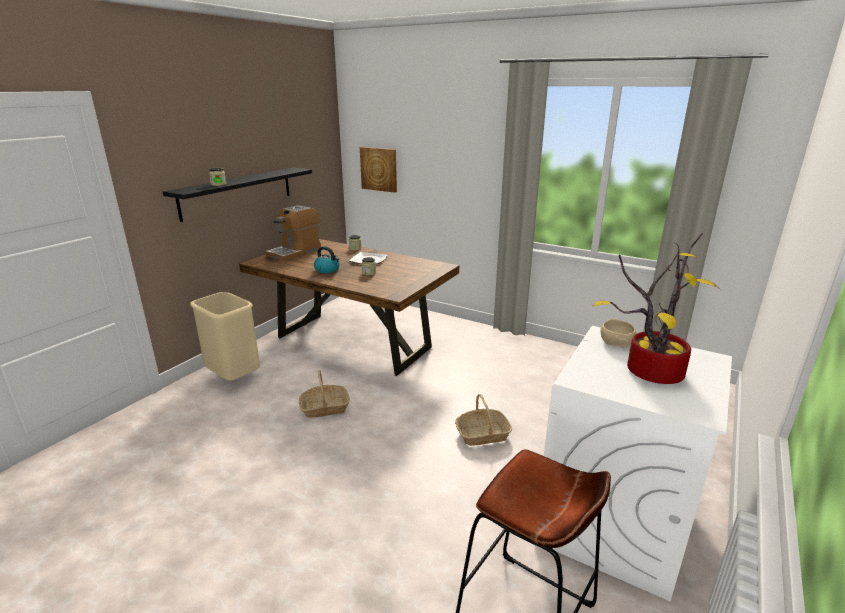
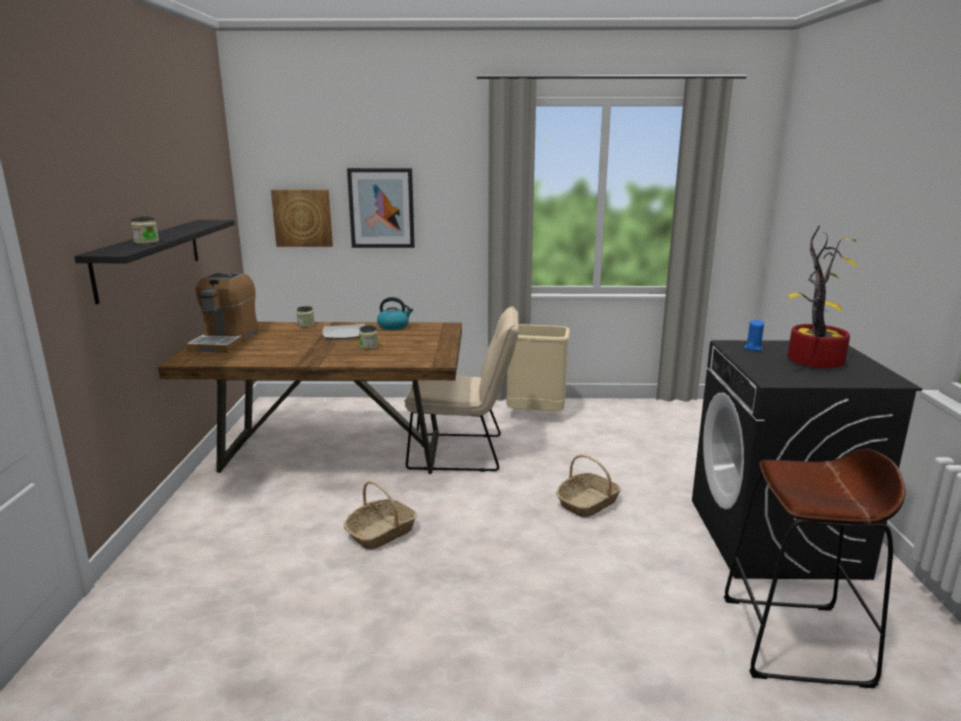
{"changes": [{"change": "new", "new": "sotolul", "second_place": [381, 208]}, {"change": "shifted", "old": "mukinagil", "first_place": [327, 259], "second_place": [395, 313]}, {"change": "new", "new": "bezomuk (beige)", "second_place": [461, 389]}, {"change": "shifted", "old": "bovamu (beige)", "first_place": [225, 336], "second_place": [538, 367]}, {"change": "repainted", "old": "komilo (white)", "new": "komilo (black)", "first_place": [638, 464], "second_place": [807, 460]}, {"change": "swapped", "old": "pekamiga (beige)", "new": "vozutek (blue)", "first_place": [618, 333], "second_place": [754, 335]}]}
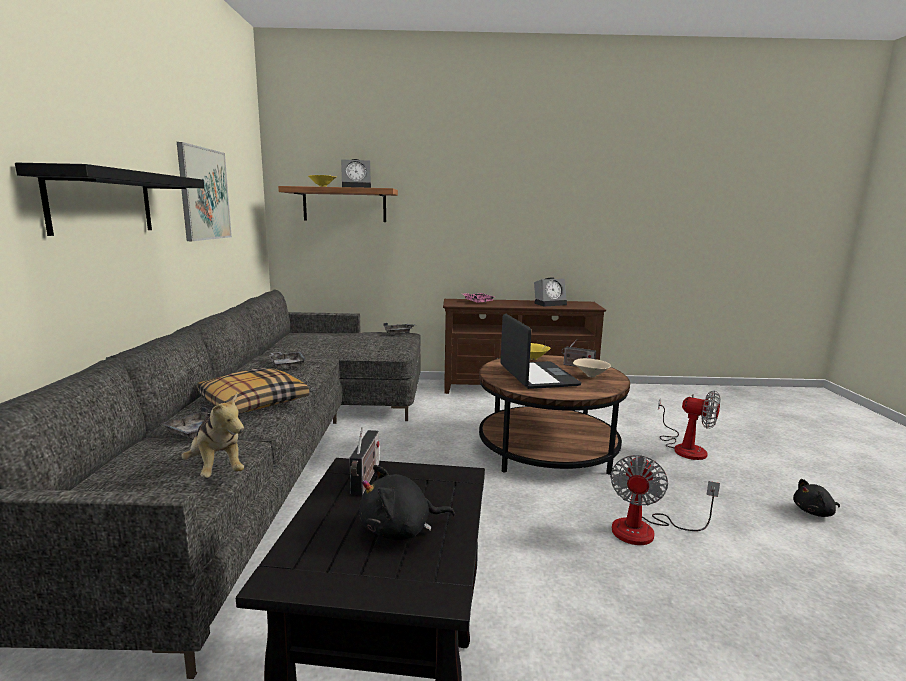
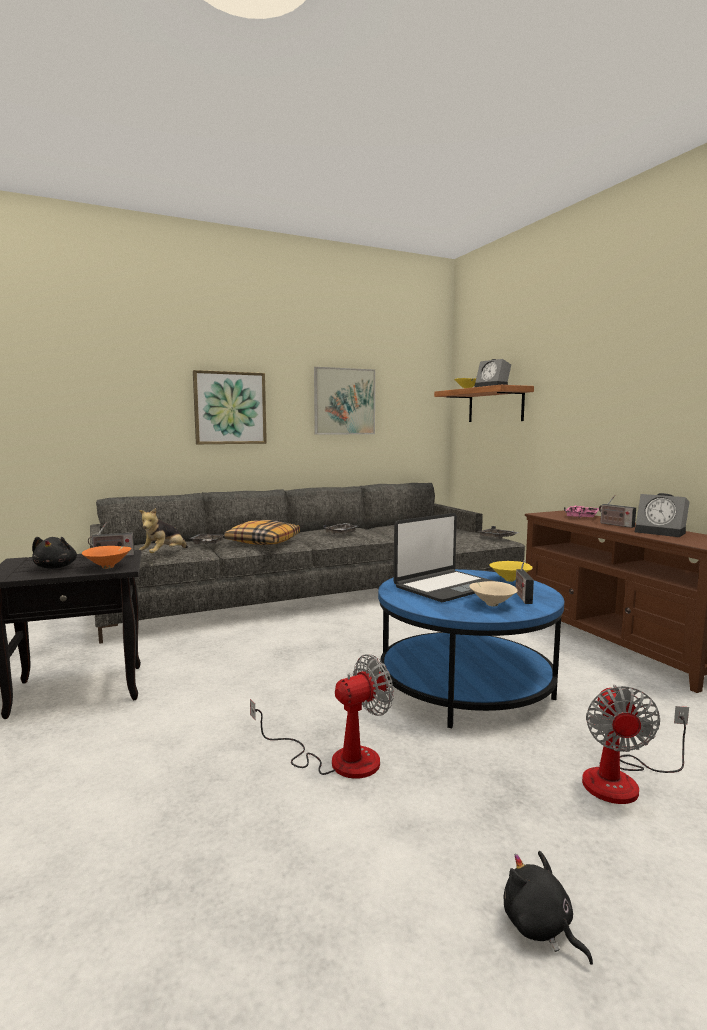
{"changes": [{"change": "rotated", "old": "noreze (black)", "first_place": [407, 502], "second_place": [54, 553], "degrees": -150}, {"change": "new", "new": "pekamiga (orange)", "second_place": [107, 557]}, {"change": "swapped", "old": "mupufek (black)", "new": "sotolul", "first_place": [109, 199], "second_place": [230, 407]}, {"change": "rotated", "old": "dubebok", "first_place": [665, 500], "second_place": [322, 716], "degrees": 150}, {"change": "repainted", "old": "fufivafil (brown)", "new": "fufivafil (blue)", "first_place": [554, 415], "second_place": [471, 648]}, {"change": "new", "new": "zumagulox", "second_place": [617, 511]}]}
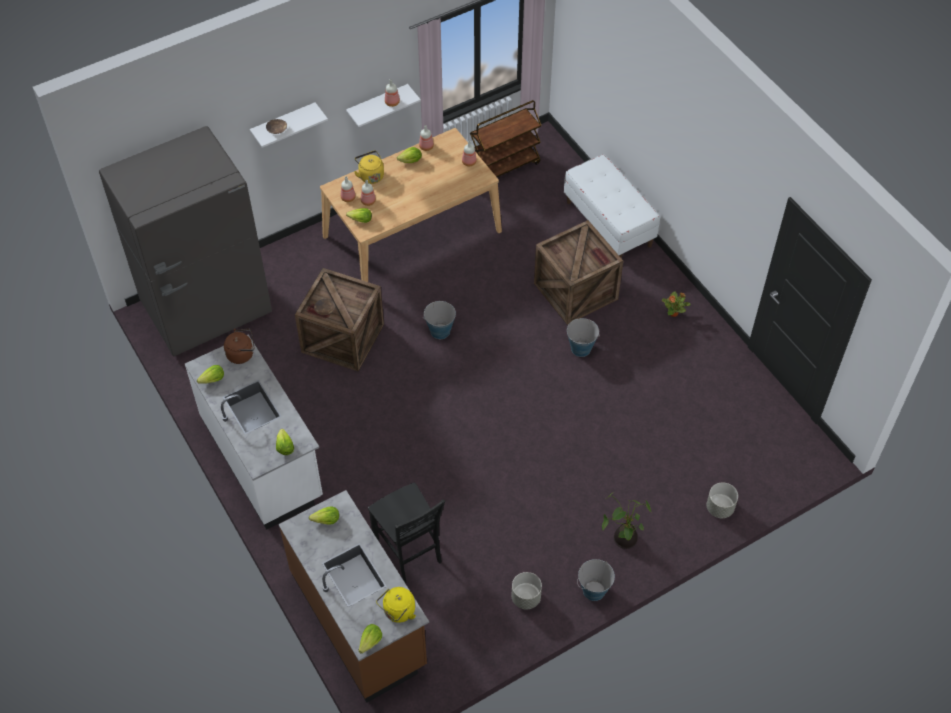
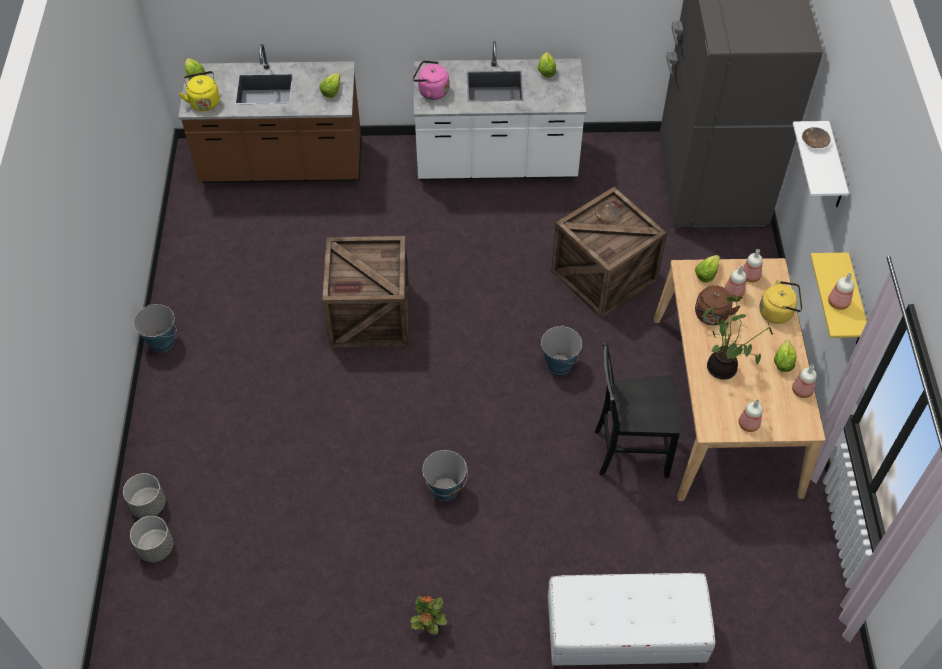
{"changes": [{"change": "shifted", "old": "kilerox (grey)", "first_place": [527, 591], "second_place": [151, 539]}, {"change": "shifted", "old": "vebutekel", "first_place": [578, 272], "second_place": [365, 291]}, {"change": "swapped", "old": "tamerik", "new": "mukinagil (pink)", "first_place": [285, 442], "second_place": [431, 80]}, {"change": "shifted", "old": "bezomuk (black)", "first_place": [406, 533], "second_place": [637, 410]}, {"change": "shifted", "old": "mukinagil (brown)", "first_place": [239, 346], "second_place": [717, 305]}, {"change": "shifted", "old": "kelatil", "first_place": [627, 521], "second_place": [737, 337]}, {"change": "repainted", "old": "mupufek (white)", "new": "mupufek (yellow)", "first_place": [383, 105], "second_place": [838, 299]}, {"change": "gone", "old": "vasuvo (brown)", "first_place": [506, 138]}]}
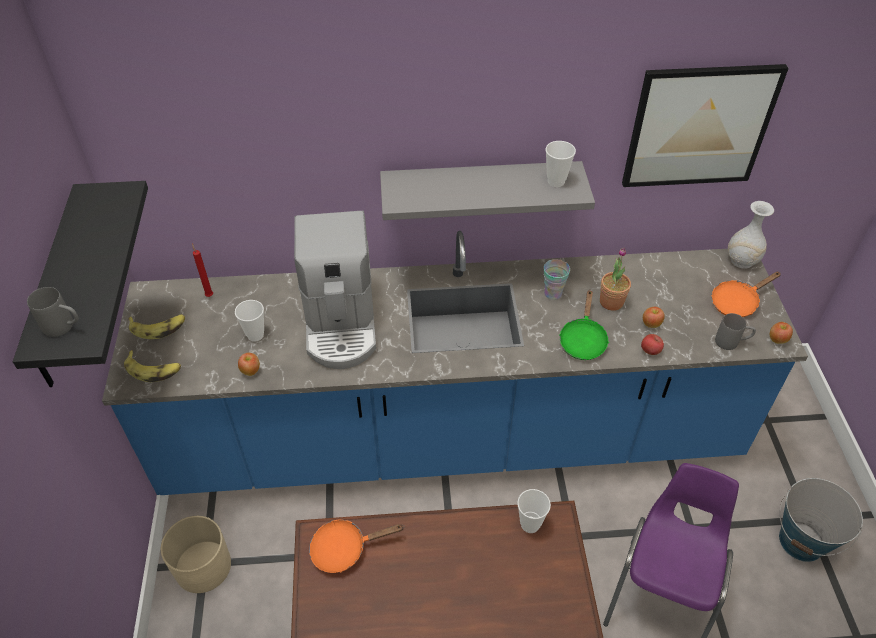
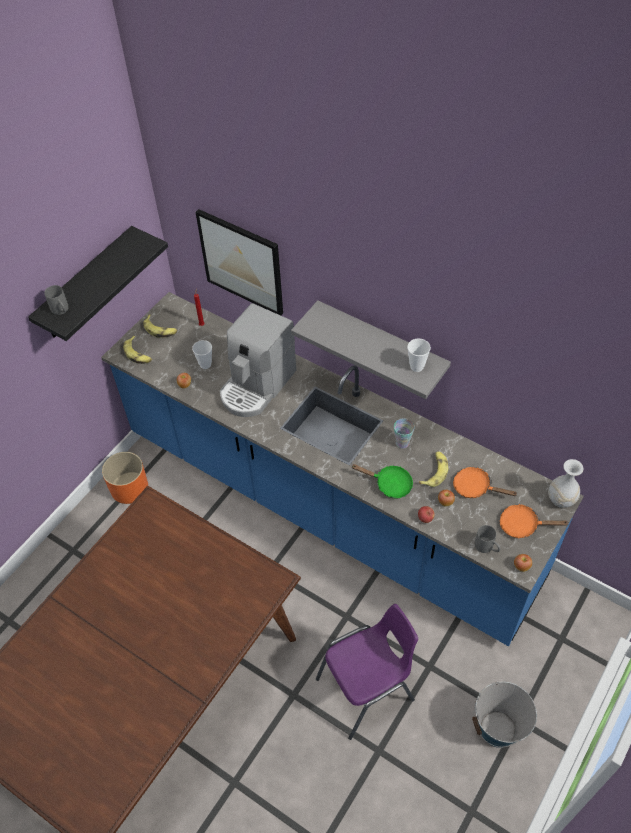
{"changes": [{"change": "repainted", "old": "kilerox (beige)", "new": "kilerox (orange)", "first_place": [196, 554], "second_place": [125, 478]}, {"change": "shifted", "old": "sotolul", "first_place": [705, 125], "second_place": [239, 262]}, {"change": "rotated", "old": "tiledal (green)", "first_place": [584, 325], "second_place": [382, 481], "degrees": -120}, {"change": "swapped", "old": "kelatil", "new": "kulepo", "first_place": [615, 279], "second_place": [433, 469]}, {"change": "shifted", "old": "tiledal (orange)", "first_place": [357, 546], "second_place": [485, 482]}, {"change": "gone", "old": "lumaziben", "first_place": [534, 511]}]}
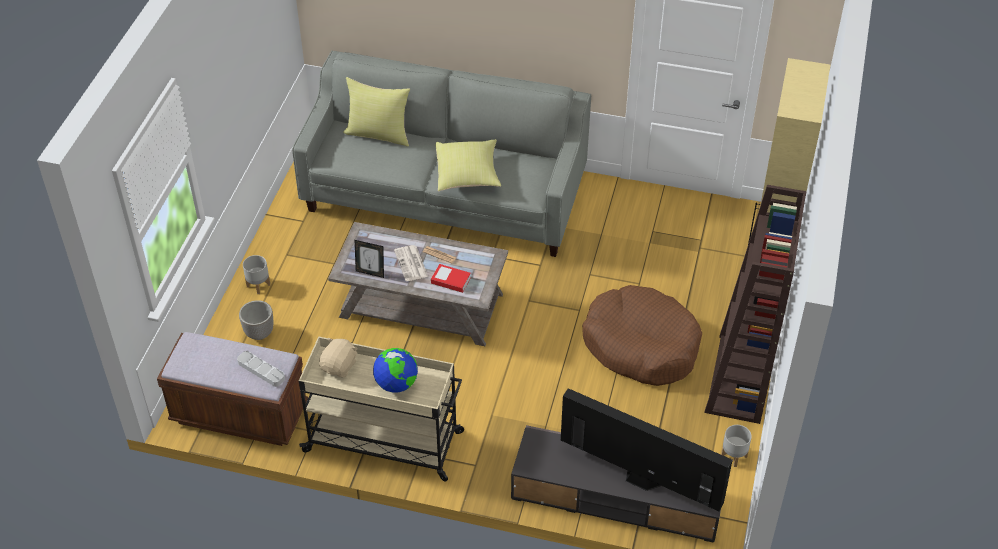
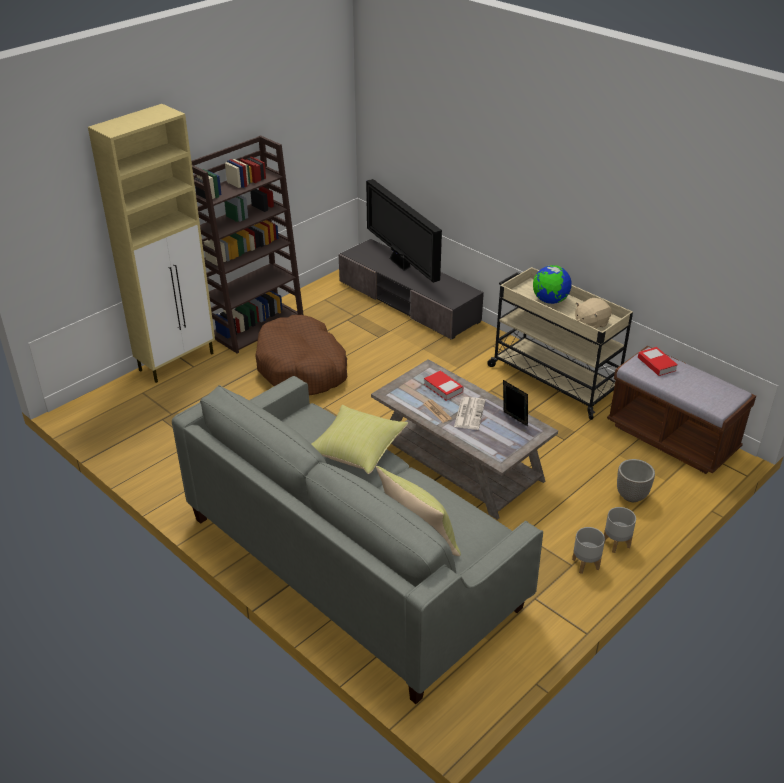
{"changes": [{"change": "shifted", "old": "kilerox (grey)", "first_place": [736, 446], "second_place": [588, 550]}, {"change": "swapped", "old": "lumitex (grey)", "new": "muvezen", "first_place": [261, 369], "second_place": [658, 361]}]}
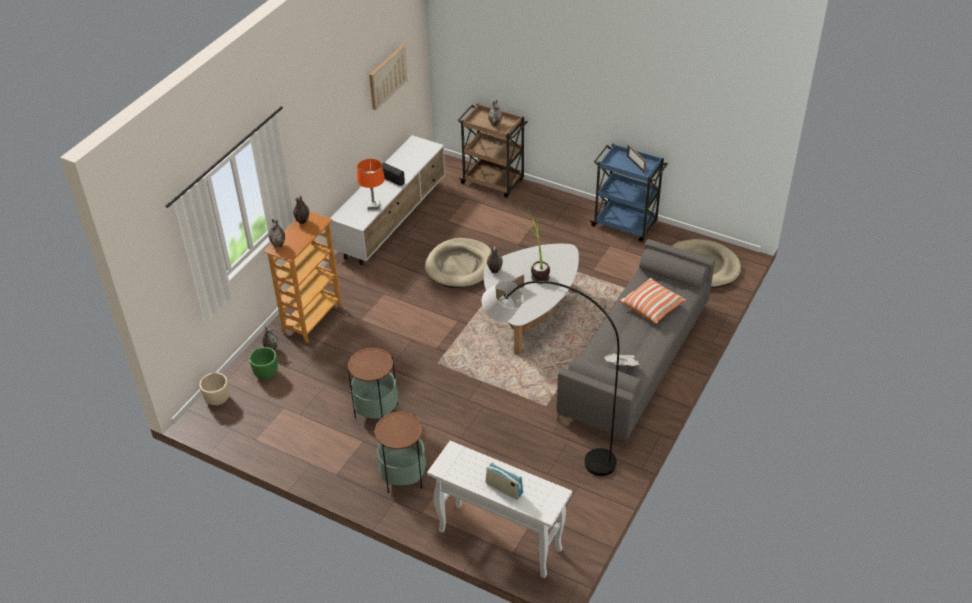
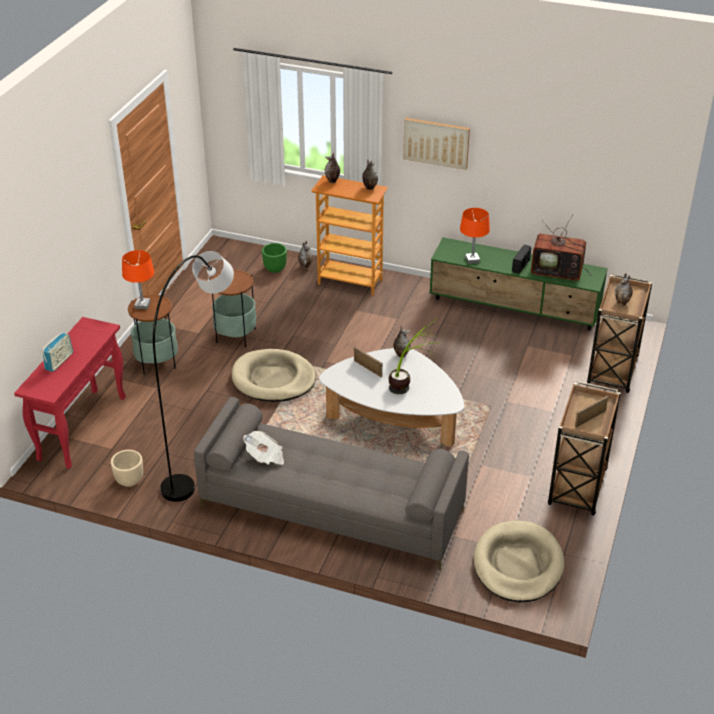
{"changes": [{"change": "repainted", "old": "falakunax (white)", "new": "falakunax (red)", "first_place": [499, 509], "second_place": [70, 393]}, {"change": "shifted", "old": "kilerox (beige)", "first_place": [214, 389], "second_place": [127, 468]}, {"change": "new", "new": "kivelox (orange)", "second_place": [138, 279]}, {"change": "shifted", "old": "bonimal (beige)", "first_place": [458, 263], "second_place": [274, 375]}, {"change": "shifted", "old": "sotolul", "first_place": [388, 77], "second_place": [436, 144]}, {"change": "repainted", "old": "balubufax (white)", "new": "balubufax (green)", "first_place": [388, 200], "second_place": [518, 284]}, {"change": "new", "new": "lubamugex", "second_place": [561, 247]}, {"change": "repainted", "old": "vasuvo (blue)", "new": "vasuvo (brown)", "first_place": [629, 193], "second_place": [584, 448]}, {"change": "gone", "old": "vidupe", "first_place": [652, 300]}]}
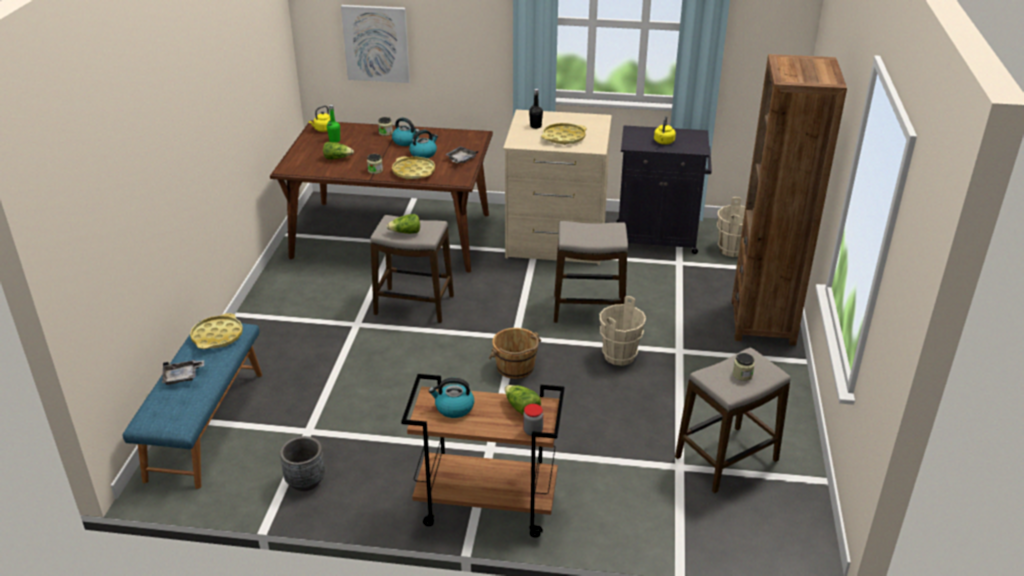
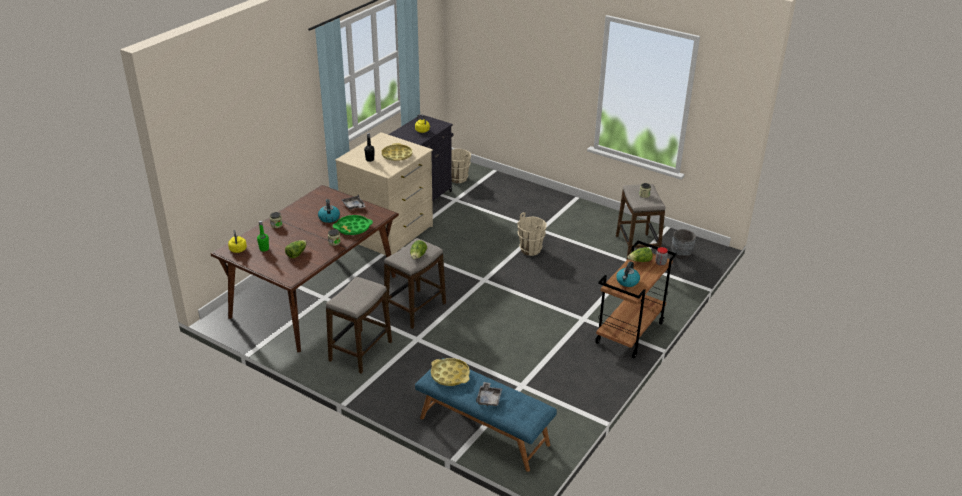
{"changes": [{"change": "shifted", "old": "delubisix", "first_place": [591, 272], "second_place": [359, 325]}, {"change": "repainted", "old": "lumitex (yellow)", "new": "lumitex (green)", "first_place": [413, 168], "second_place": [353, 225]}, {"change": "shifted", "old": "kilerox (grey)", "first_place": [302, 463], "second_place": [683, 244]}, {"change": "gone", "old": "sotolul", "first_place": [375, 44]}, {"change": "gone", "old": "mukinagil", "first_place": [405, 132]}, {"change": "gone", "old": "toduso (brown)", "first_place": [515, 353]}, {"change": "gone", "old": "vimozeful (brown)", "first_place": [789, 200]}]}
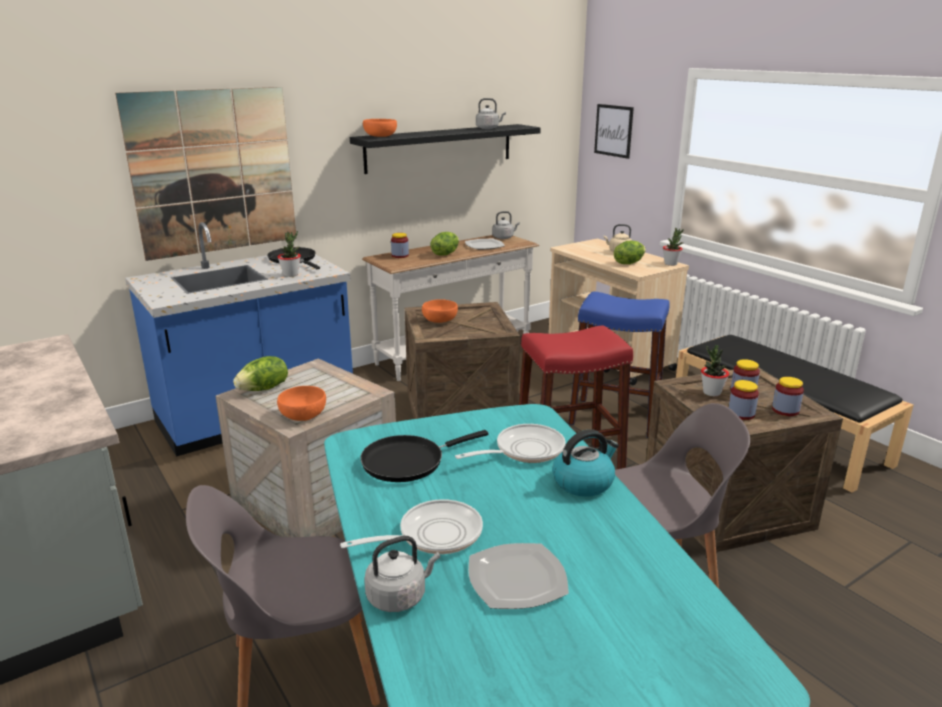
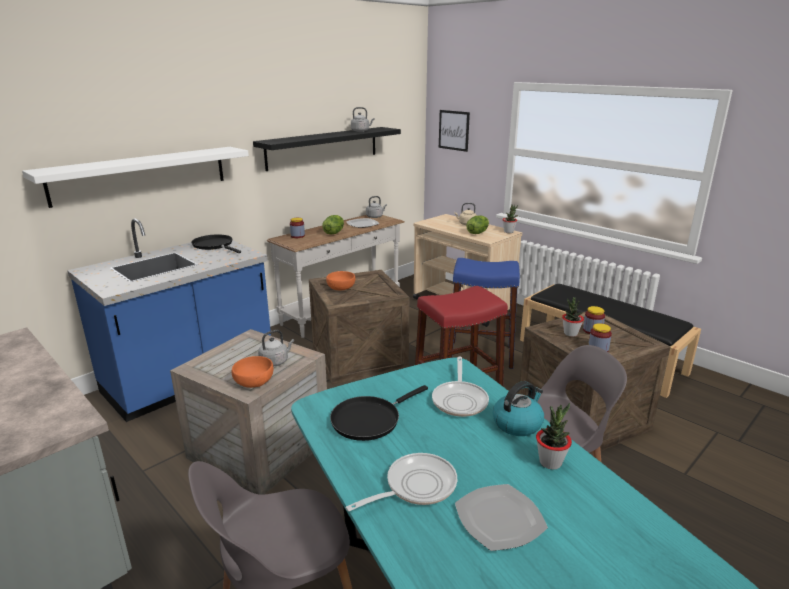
{"changes": [{"change": "swapped", "old": "sotolul", "new": "mupufek (white)", "first_place": [206, 174], "second_place": [135, 177]}, {"change": "shifted", "old": "mukinagil (grey)", "first_place": [402, 574], "second_place": [276, 348]}, {"change": "rotated", "old": "tiledal", "first_place": [510, 443], "second_place": [460, 387], "degrees": 135}, {"change": "shifted", "old": "kelatil", "first_place": [289, 254], "second_place": [554, 436]}, {"change": "gone", "old": "tamerik", "first_place": [260, 373]}, {"change": "gone", "old": "pekamiga (orange)", "first_place": [380, 128]}, {"change": "gone", "old": "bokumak", "first_place": [788, 396]}]}
